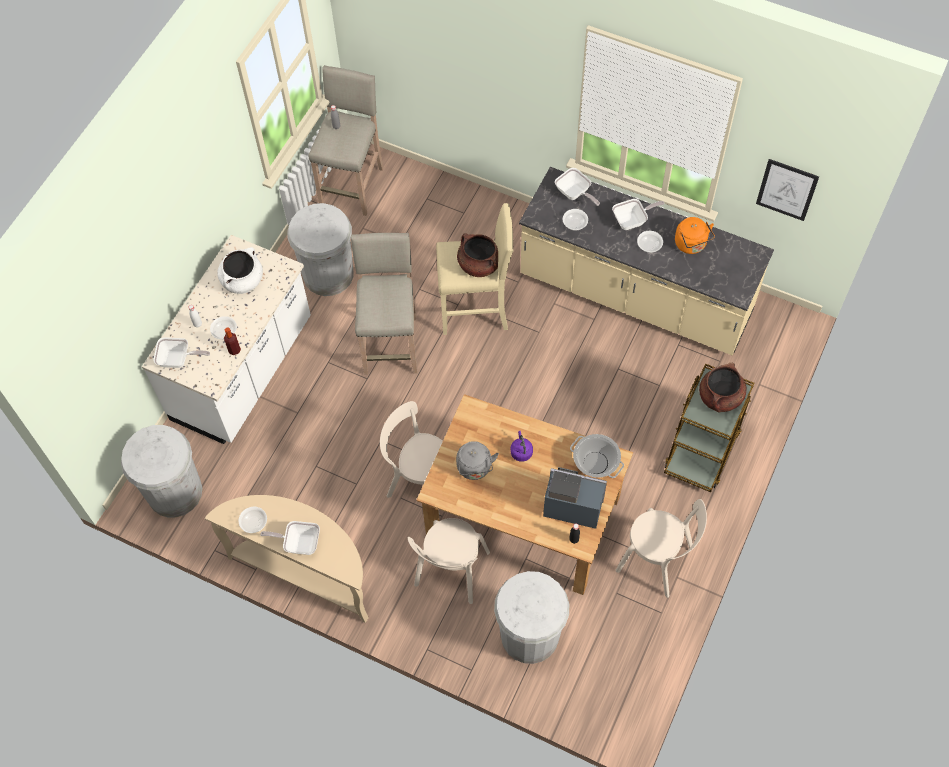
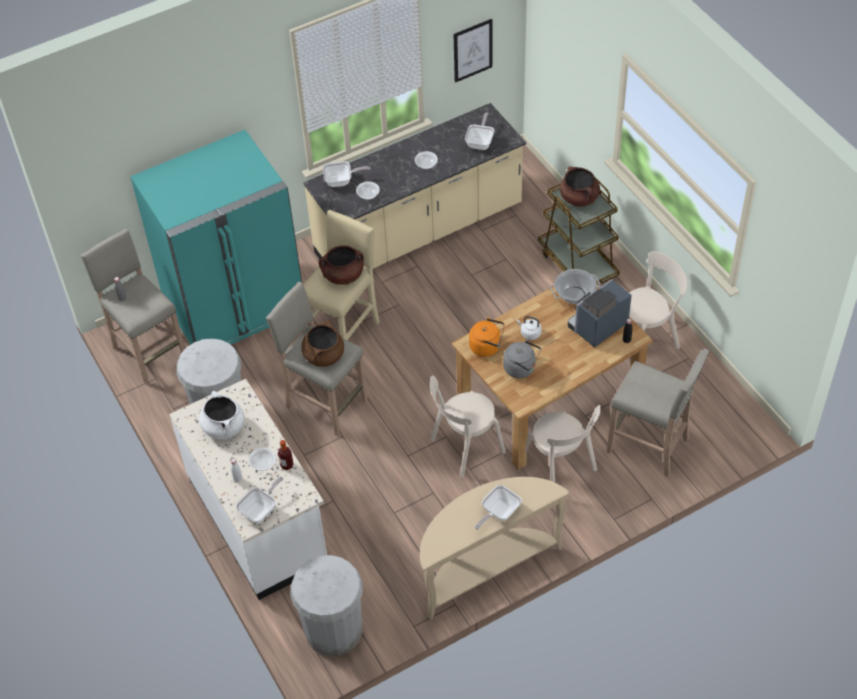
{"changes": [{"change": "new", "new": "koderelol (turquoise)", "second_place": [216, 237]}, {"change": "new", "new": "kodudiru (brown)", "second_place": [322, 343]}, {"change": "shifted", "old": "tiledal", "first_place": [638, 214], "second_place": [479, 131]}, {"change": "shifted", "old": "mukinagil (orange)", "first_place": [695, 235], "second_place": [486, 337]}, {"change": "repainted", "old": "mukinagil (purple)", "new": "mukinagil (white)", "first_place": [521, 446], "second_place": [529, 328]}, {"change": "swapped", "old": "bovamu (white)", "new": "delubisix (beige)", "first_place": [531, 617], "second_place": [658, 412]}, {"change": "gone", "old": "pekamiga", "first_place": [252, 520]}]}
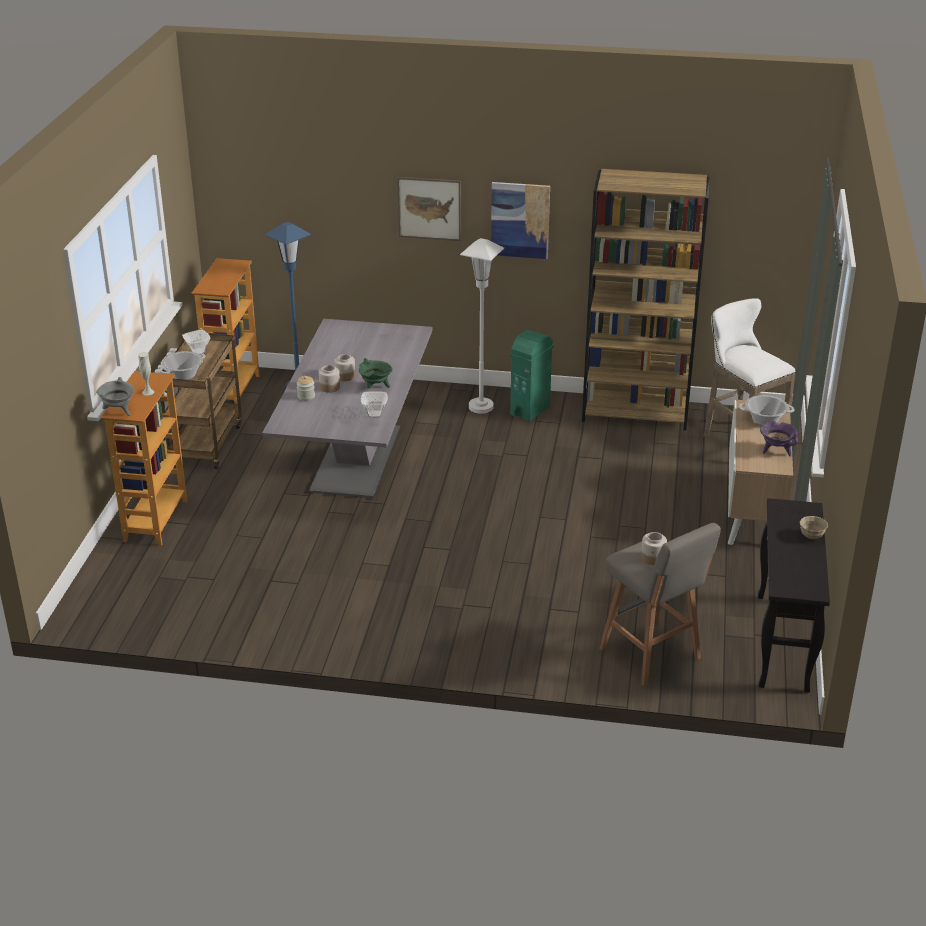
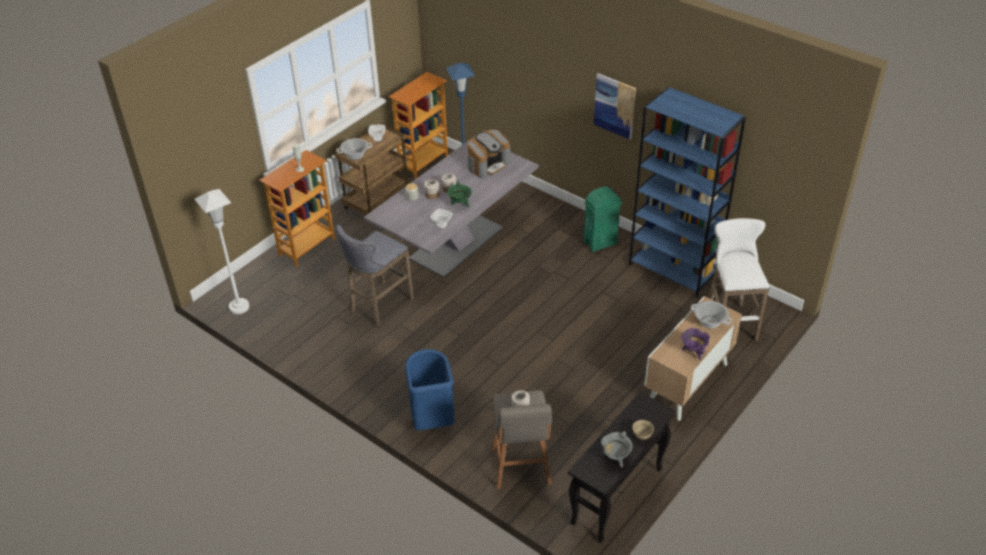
{"changes": [{"change": "shifted", "old": "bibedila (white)", "first_place": [482, 326], "second_place": [221, 251]}, {"change": "new", "new": "delubisix (grey)", "second_place": [375, 275]}, {"change": "new", "new": "bovamu (blue)", "second_place": [430, 390]}, {"change": "new", "new": "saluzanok", "second_place": [488, 154]}, {"change": "shifted", "old": "kodudiru (grey)", "first_place": [115, 396], "second_place": [616, 449]}, {"change": "repainted", "old": "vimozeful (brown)", "new": "vimozeful (blue)", "first_place": [646, 300], "second_place": [687, 193]}, {"change": "gone", "old": "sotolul", "first_place": [429, 209]}]}
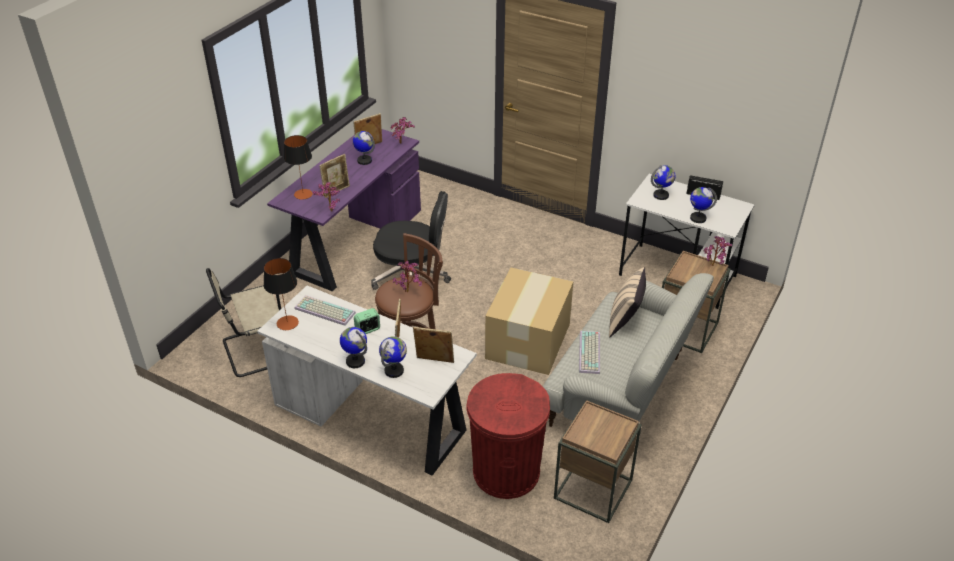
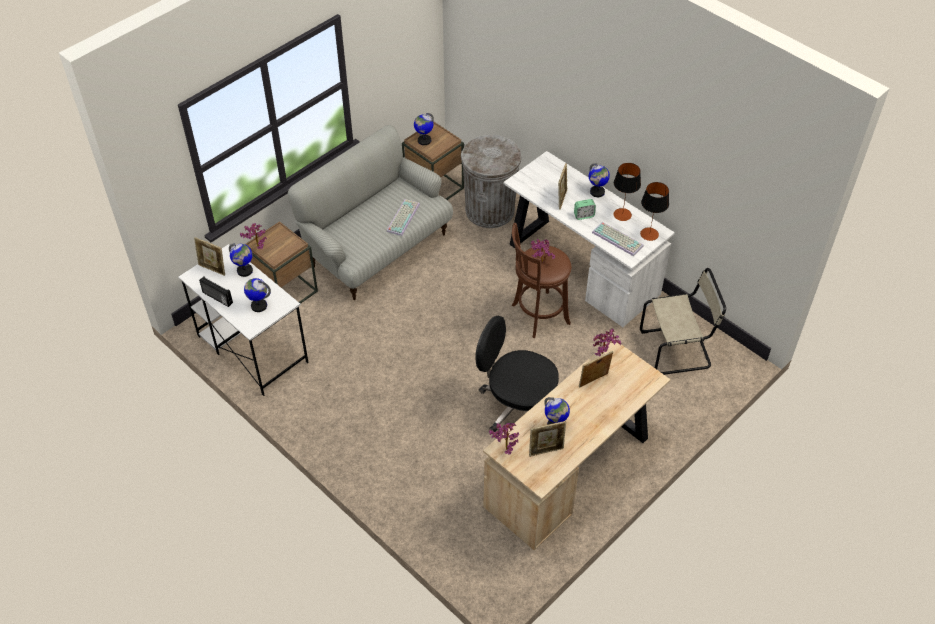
{"changes": [{"change": "shifted", "old": "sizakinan", "first_place": [433, 345], "second_place": [209, 256]}, {"change": "shifted", "old": "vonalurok", "first_place": [393, 357], "second_place": [424, 129]}, {"change": "repainted", "old": "bovamu (red)", "new": "bovamu (grey)", "first_place": [508, 436], "second_place": [491, 181]}, {"change": "repainted", "old": "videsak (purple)", "new": "videsak (beige)", "first_place": [344, 210], "second_place": [577, 444]}, {"change": "shifted", "old": "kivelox", "first_place": [298, 167], "second_place": [627, 192]}, {"change": "gone", "old": "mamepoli", "first_place": [529, 321]}, {"change": "gone", "old": "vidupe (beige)", "first_place": [627, 302]}]}
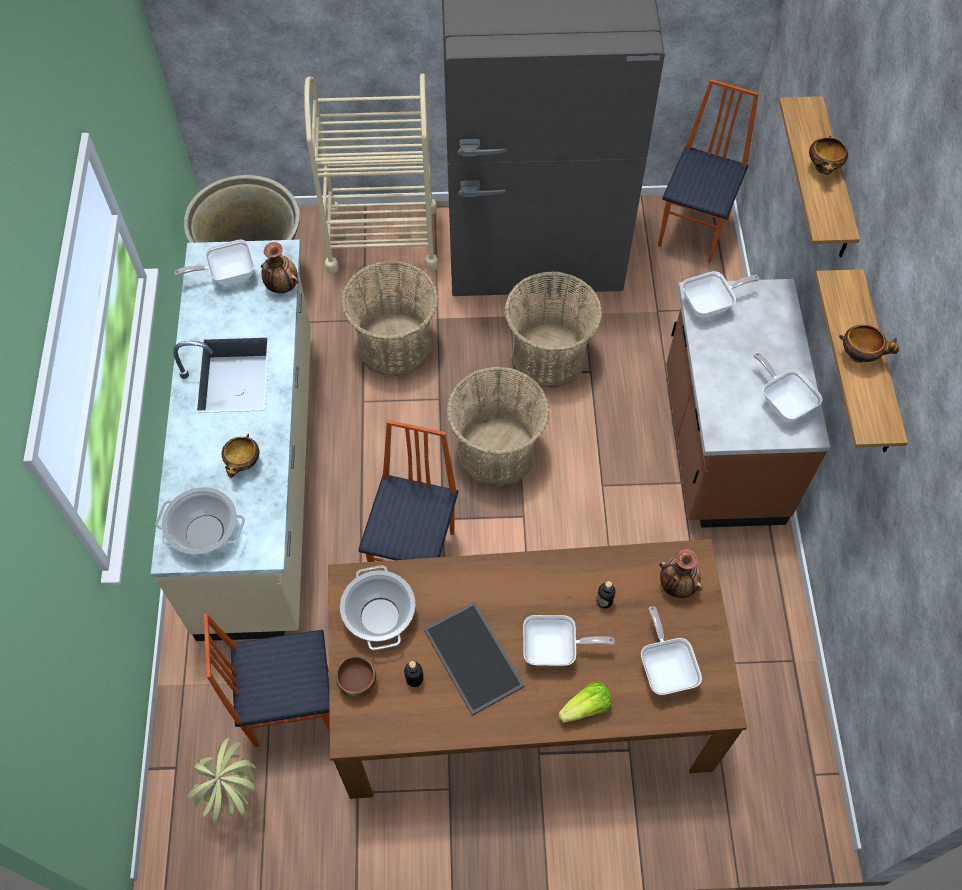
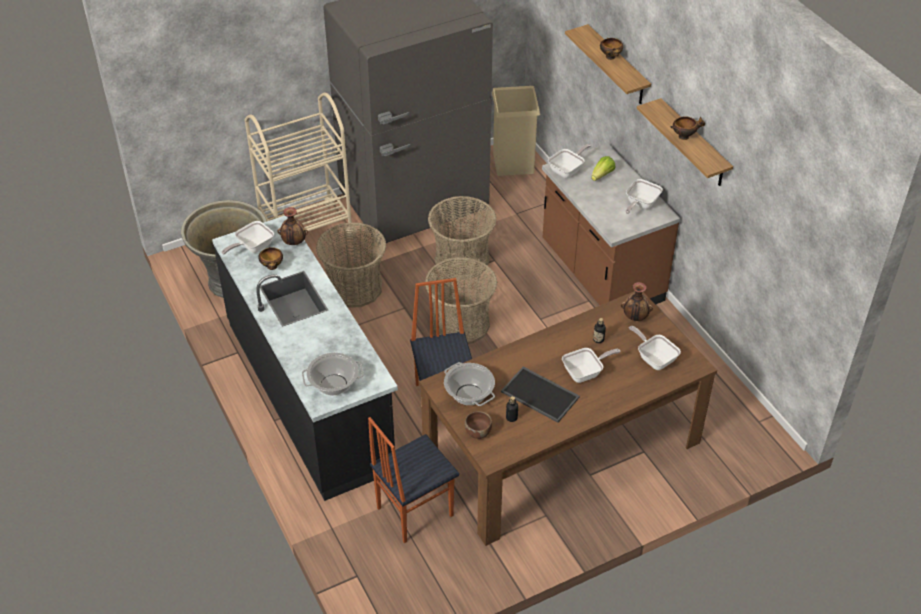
{"changes": [{"change": "repainted", "old": "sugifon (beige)", "new": "sugifon (black)", "first_place": [231, 440], "second_place": [305, 358]}, {"change": "shifted", "old": "pekamiga", "first_place": [240, 456], "second_place": [270, 258]}, {"change": "swapped", "old": "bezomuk", "new": "bovamu (beige)", "first_place": [708, 171], "second_place": [516, 131]}, {"change": "shifted", "old": "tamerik", "first_place": [585, 702], "second_place": [603, 168]}, {"change": "rotated", "old": "tiledal", "first_place": [788, 387], "second_place": [644, 196], "degrees": -90}, {"change": "gone", "old": "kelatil", "first_place": [222, 780]}]}
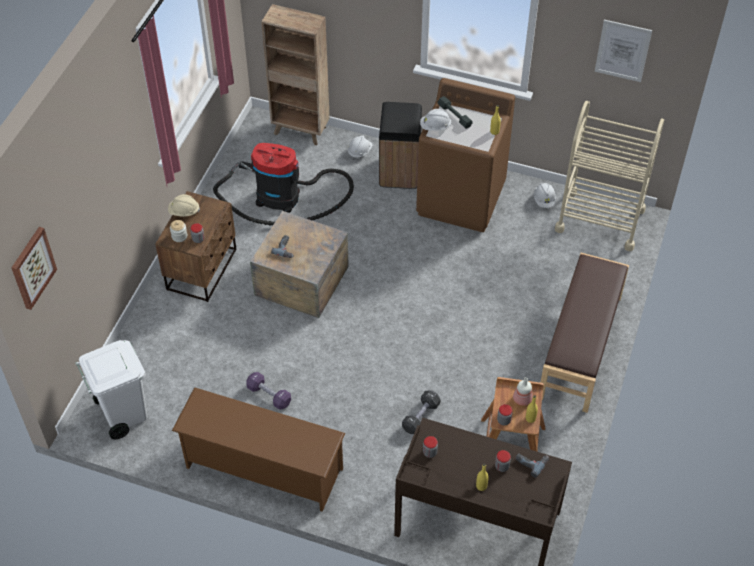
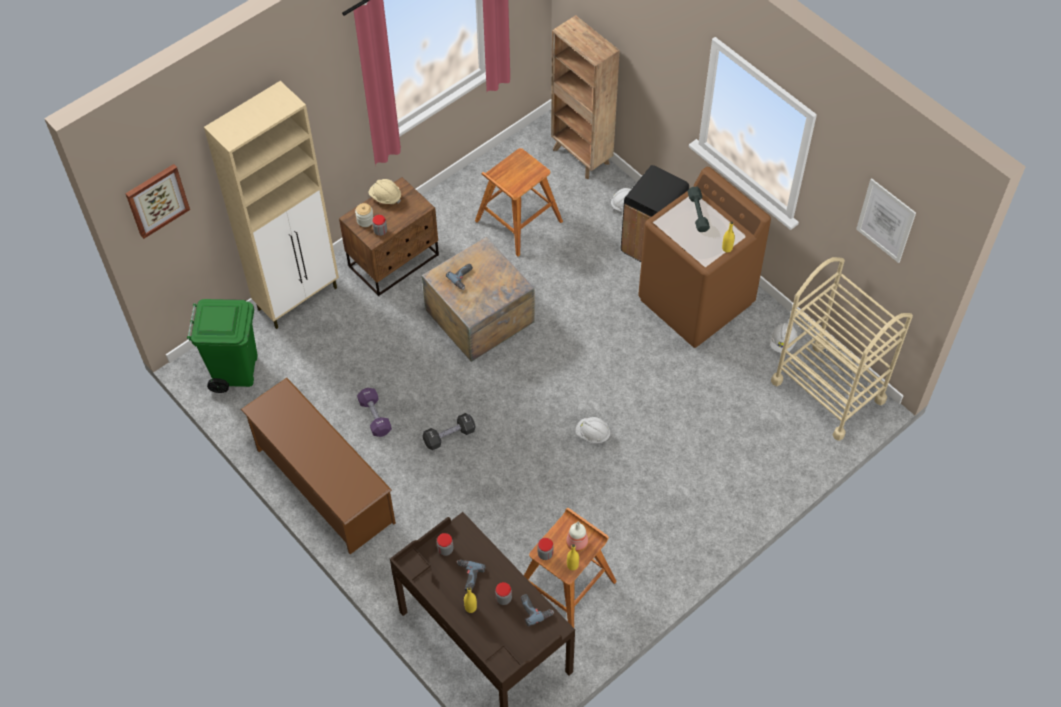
{"changes": [{"change": "repainted", "old": "bovamu (white)", "new": "bovamu (green)", "first_place": [111, 389], "second_place": [222, 346]}, {"change": "new", "new": "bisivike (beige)", "second_place": [271, 205]}, {"change": "shifted", "old": "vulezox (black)", "first_place": [421, 412], "second_place": [449, 431]}, {"change": "new", "new": "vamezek", "second_place": [471, 575]}, {"change": "swapped", "old": "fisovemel", "new": "delubisix (brown)", "first_place": [283, 184], "second_place": [519, 202]}, {"change": "shifted", "old": "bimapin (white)", "first_place": [435, 120], "second_place": [593, 430]}, {"change": "gone", "old": "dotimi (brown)", "first_place": [584, 333]}]}
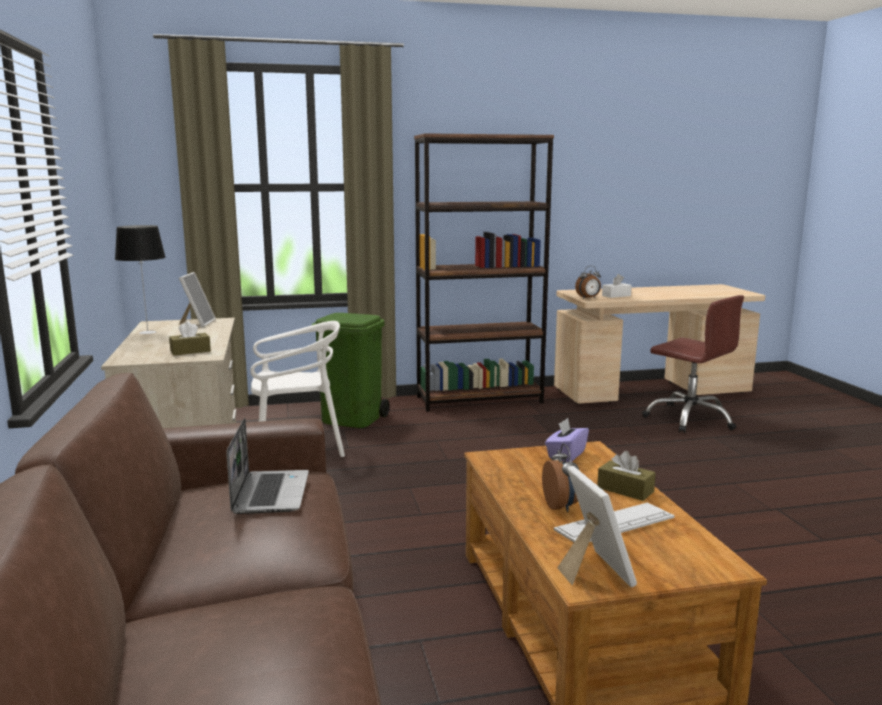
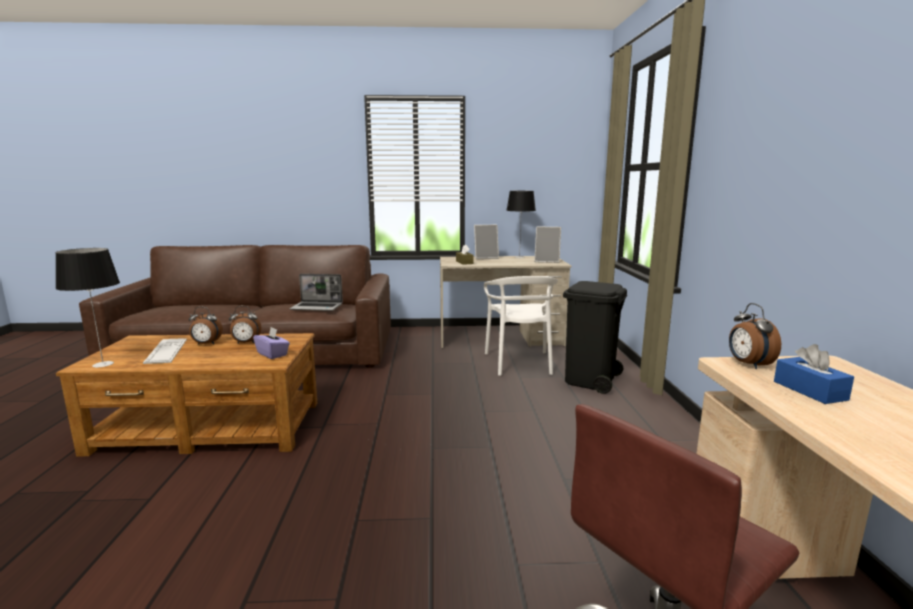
{"changes": [{"change": "new", "new": "kivelox", "second_place": [87, 308]}, {"change": "new", "new": "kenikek", "second_place": [245, 325]}, {"change": "shifted", "old": "sizakinan", "first_place": [597, 526], "second_place": [486, 242]}, {"change": "repainted", "old": "bovamu (green)", "new": "bovamu (black)", "first_place": [351, 370], "second_place": [595, 337]}, {"change": "repainted", "old": "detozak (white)", "new": "detozak (blue)", "first_place": [617, 286], "second_place": [814, 374]}, {"change": "gone", "old": "vimozeful (brown)", "first_place": [484, 272]}, {"change": "gone", "old": "detozak (brown)", "first_place": [626, 476]}]}
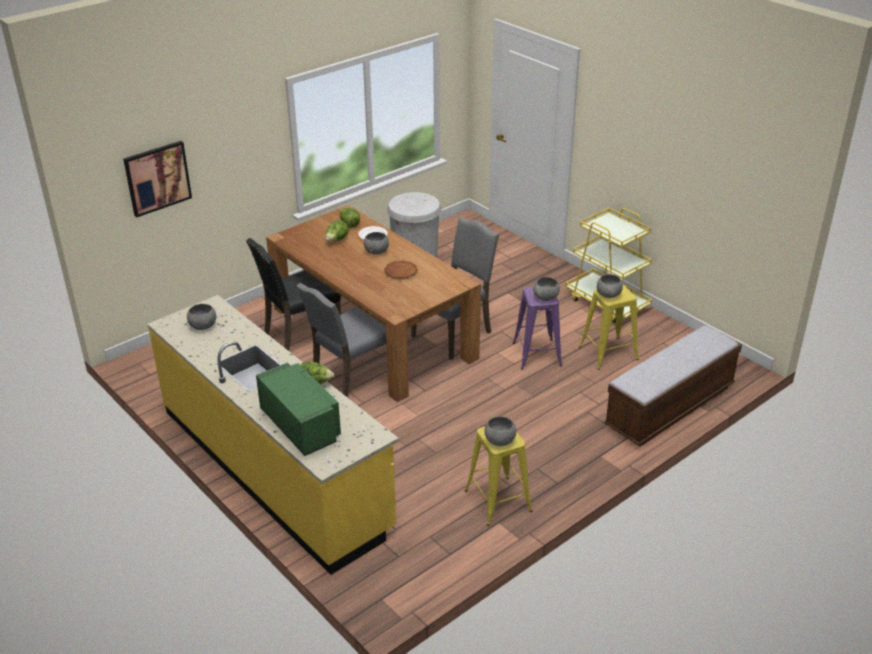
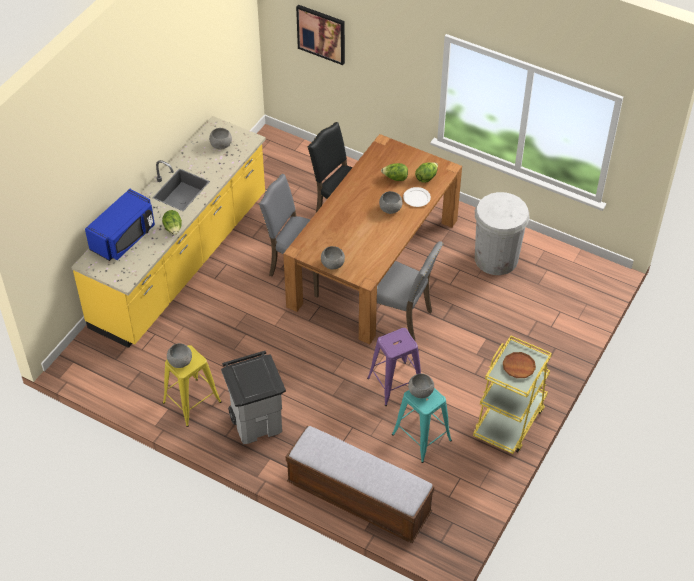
{"changes": [{"change": "repainted", "old": "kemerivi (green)", "new": "kemerivi (blue)", "first_place": [298, 409], "second_place": [120, 225]}, {"change": "new", "new": "bovamu (grey)", "second_place": [253, 397]}, {"change": "shifted", "old": "pekamiga (grey)", "first_place": [546, 289], "second_place": [333, 257]}, {"change": "repainted", "old": "delubisix (yellow)", "new": "delubisix (turquoise)", "first_place": [609, 327], "second_place": [422, 425]}, {"change": "shifted", "old": "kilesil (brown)", "first_place": [401, 270], "second_place": [519, 365]}]}
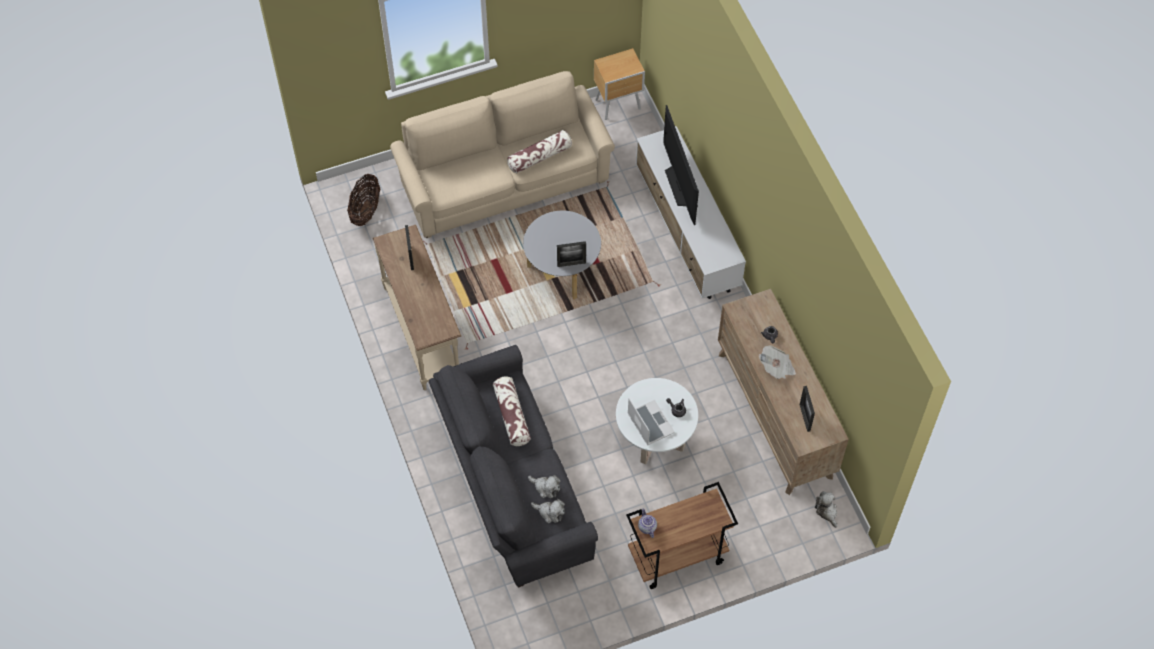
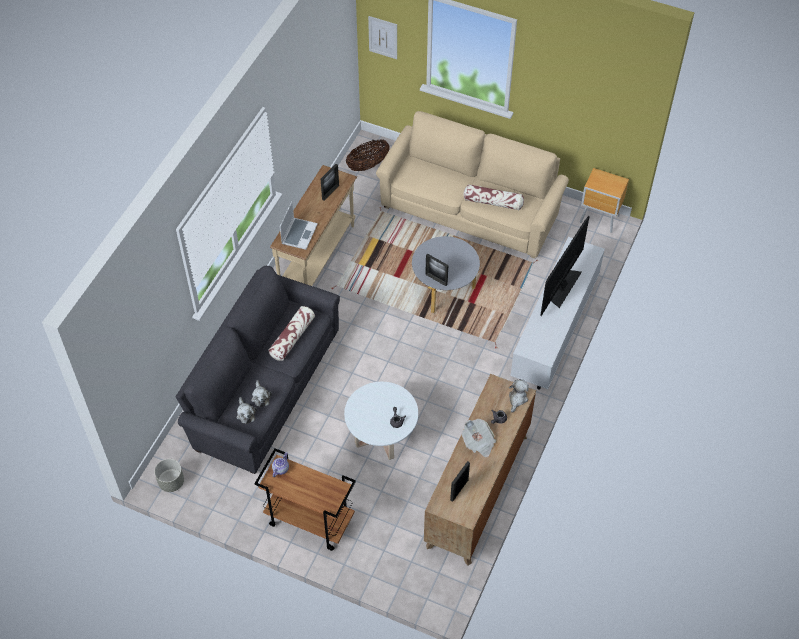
{"changes": [{"change": "new", "new": "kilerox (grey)", "second_place": [169, 475]}, {"change": "shifted", "old": "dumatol", "first_place": [651, 422], "second_place": [299, 225]}, {"change": "new", "new": "sotolul", "second_place": [382, 37]}, {"change": "shifted", "old": "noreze", "first_place": [826, 510], "second_place": [519, 396]}]}
